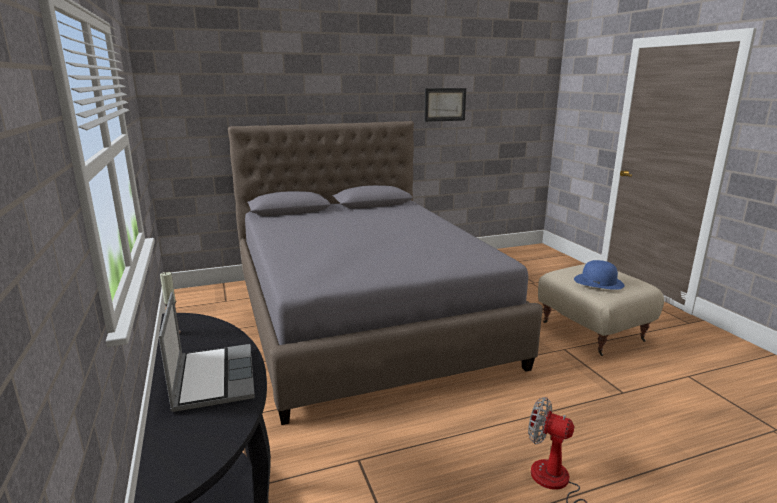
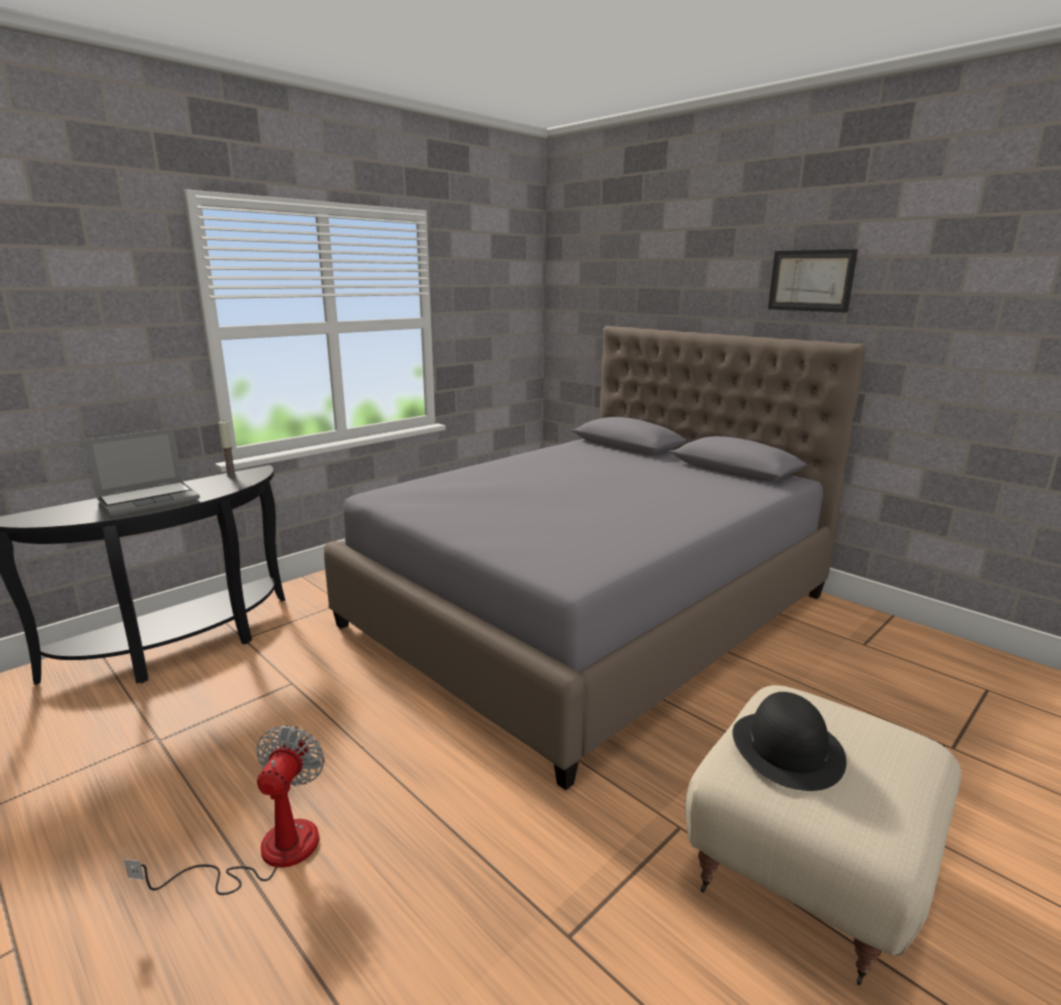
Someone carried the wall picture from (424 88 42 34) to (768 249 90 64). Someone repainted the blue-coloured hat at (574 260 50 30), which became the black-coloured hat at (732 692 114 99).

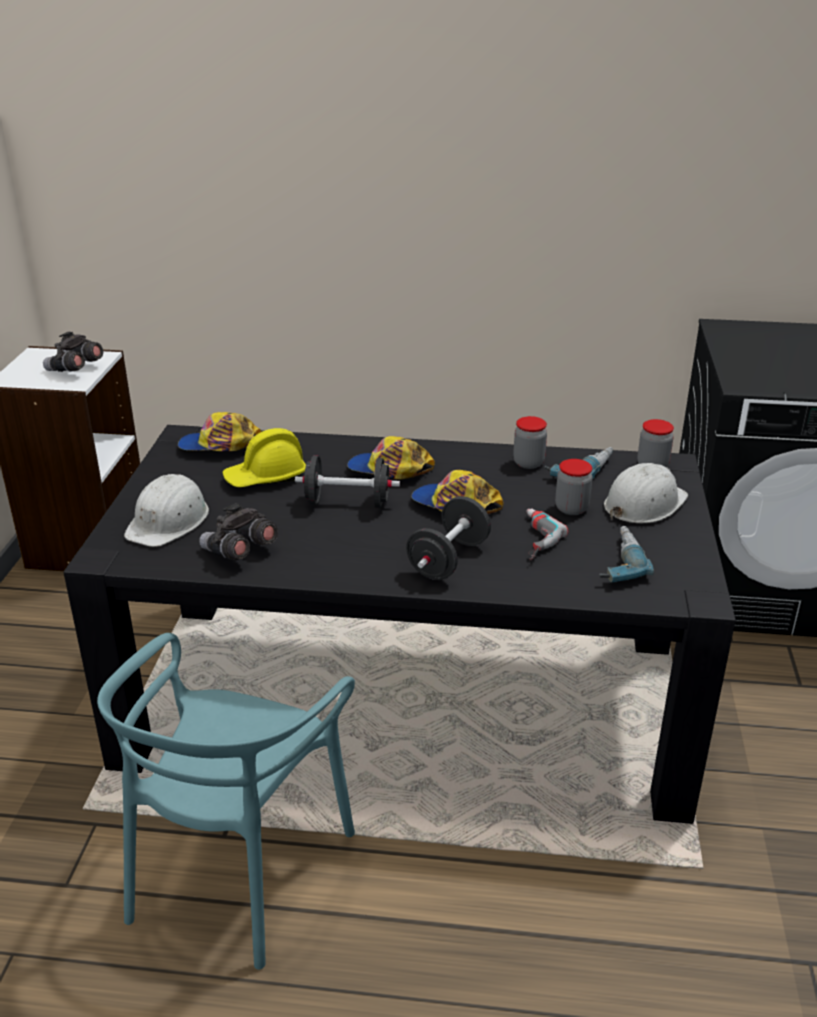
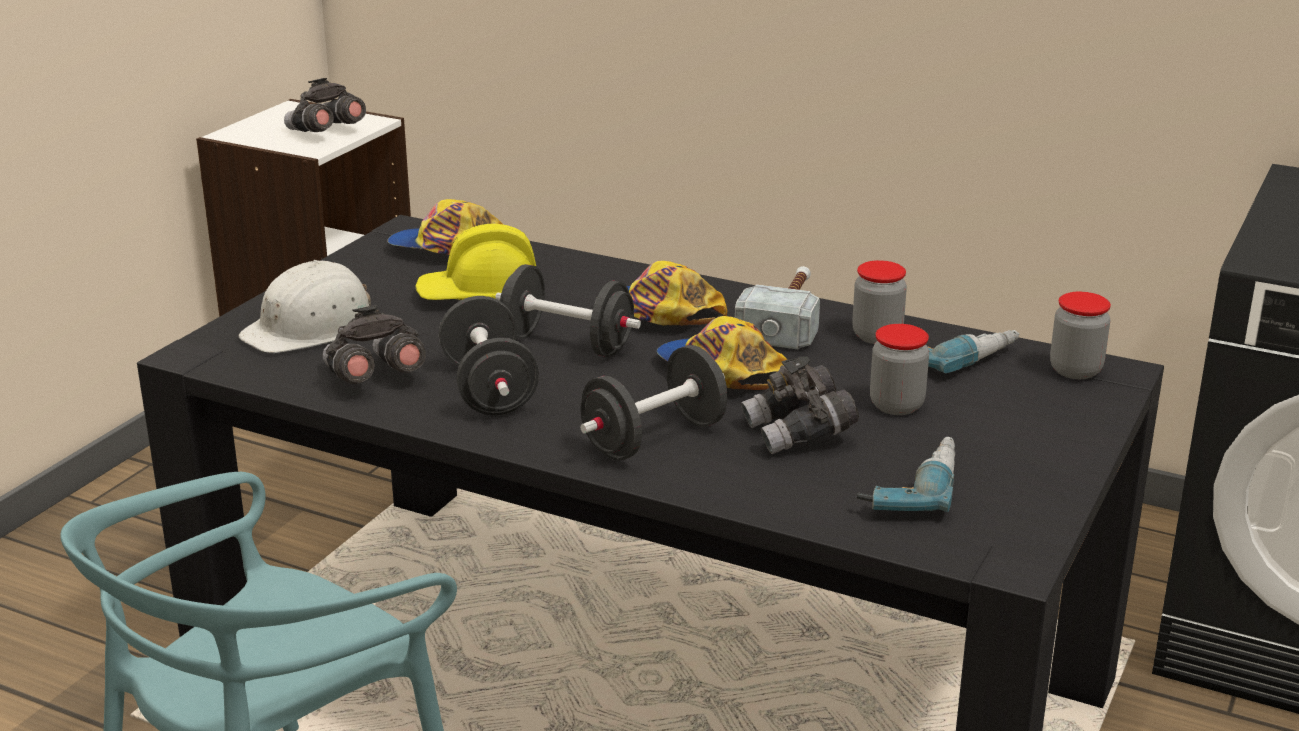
Someone took away the white hard hat at (604 463 84 60). Someone put down the black-coloured hand weight at (439 296 100 119). Someone put down the hammer at (735 266 85 84). Someone swapped the drill at (526 508 42 53) for the grey pair of binoculars at (741 356 118 98).

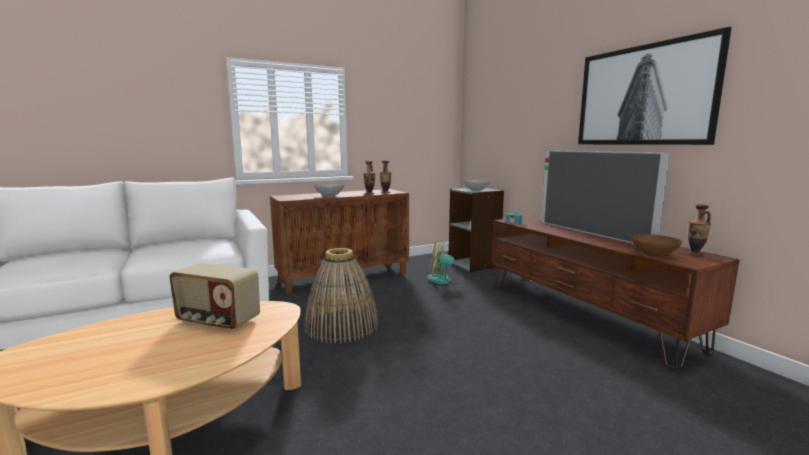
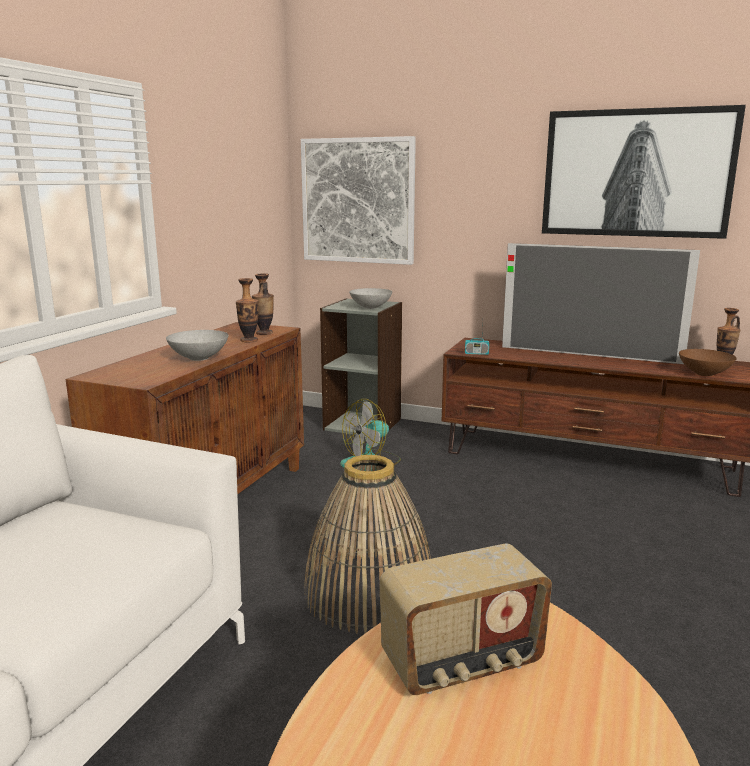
Someone put up the wall picture at (301 136 115 129).

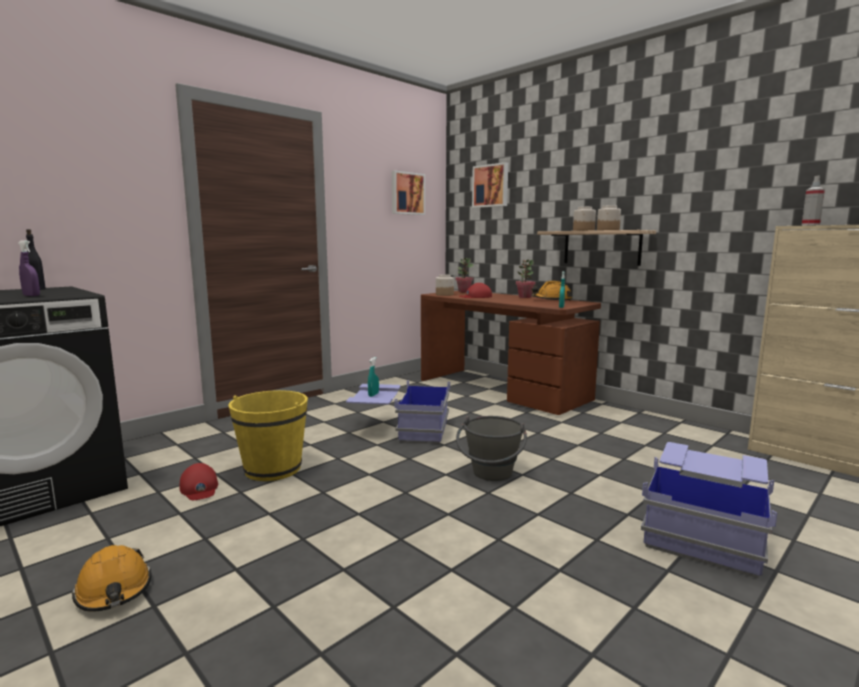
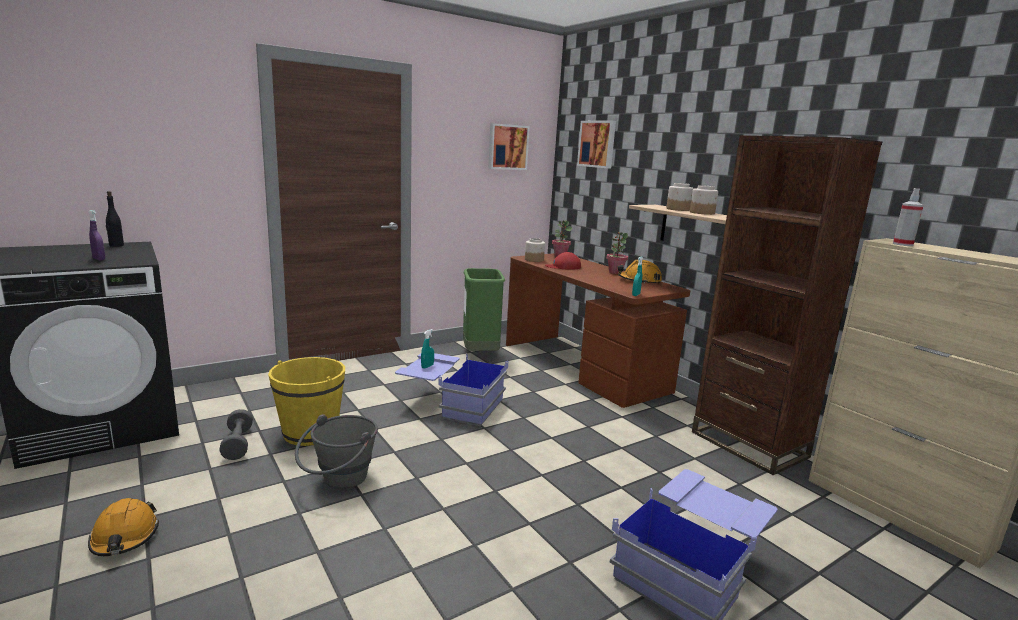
Someone put down the greenish rubbish bin at (463 268 42 87). Someone put down the brownish bookshelf at (692 135 190 340). Someone carried the grey bucket from (456 416 71 65) to (295 414 83 75). Someone swapped the red baseball cap at (180 463 38 37) for the grey hand weight at (219 409 34 51).

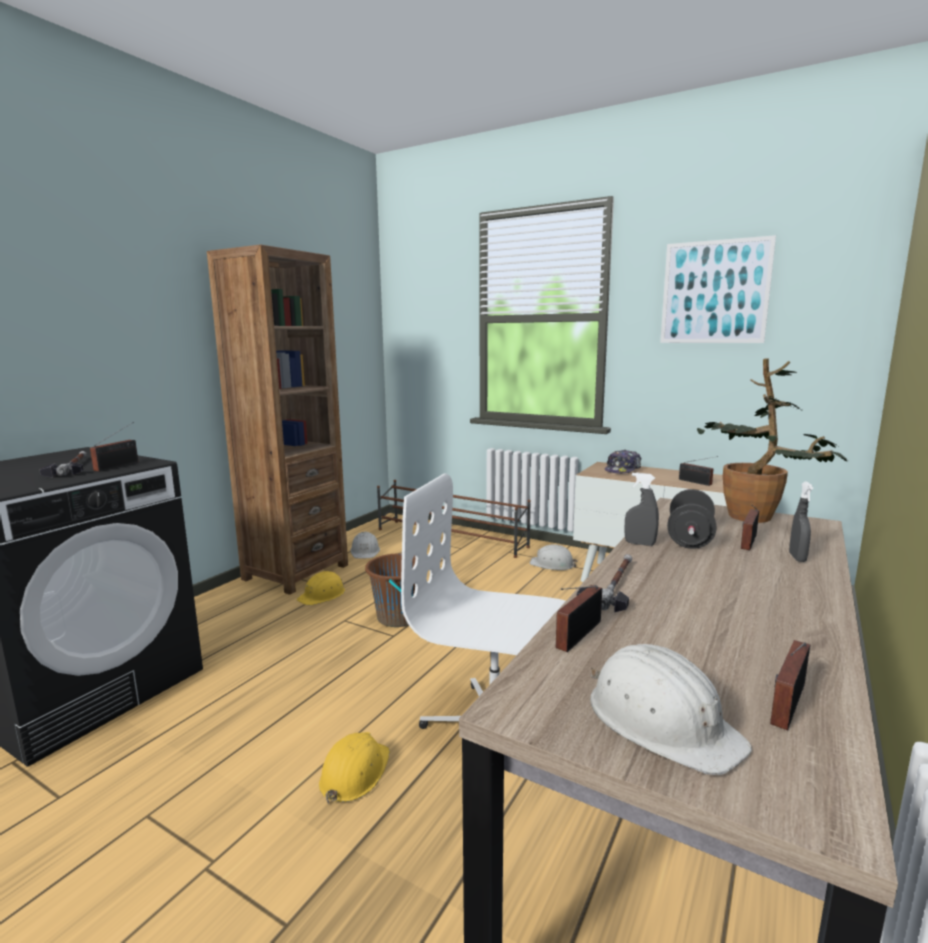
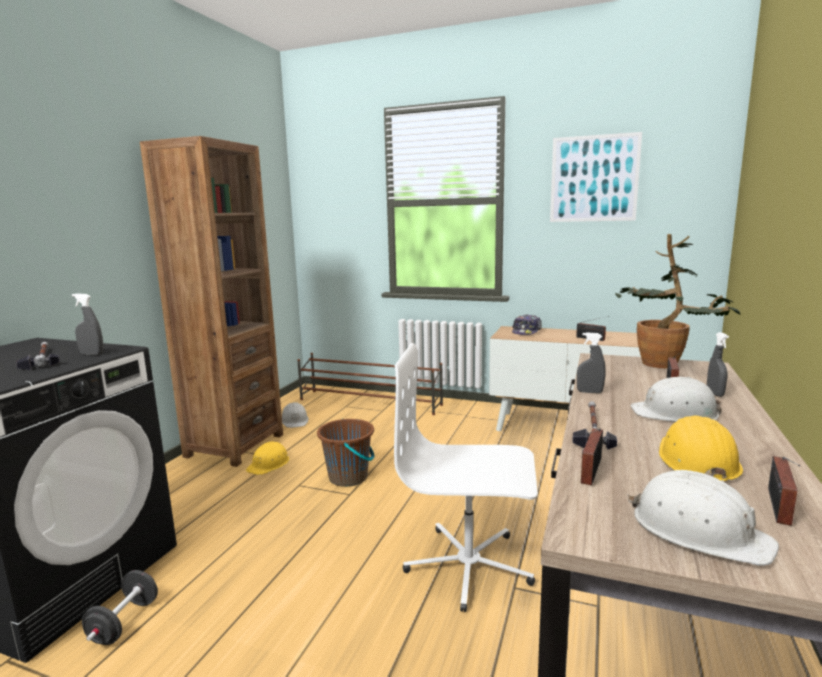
Someone carried the yellow-coloured hard hat from (319 732 71 72) to (659 416 84 65). Someone carried the white hard hat from (530 544 48 26) to (630 377 92 45). Someone carried the black-coloured hand weight from (667 489 49 60) to (82 570 76 75). Someone swapped the radio at (90 422 48 50) for the grey sprayer at (72 294 32 61).

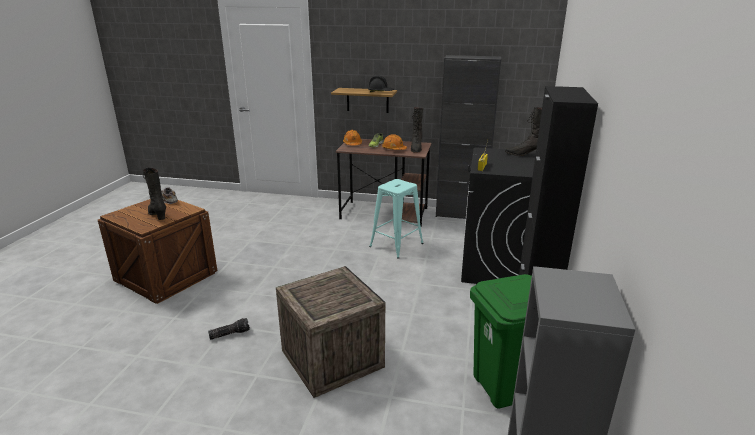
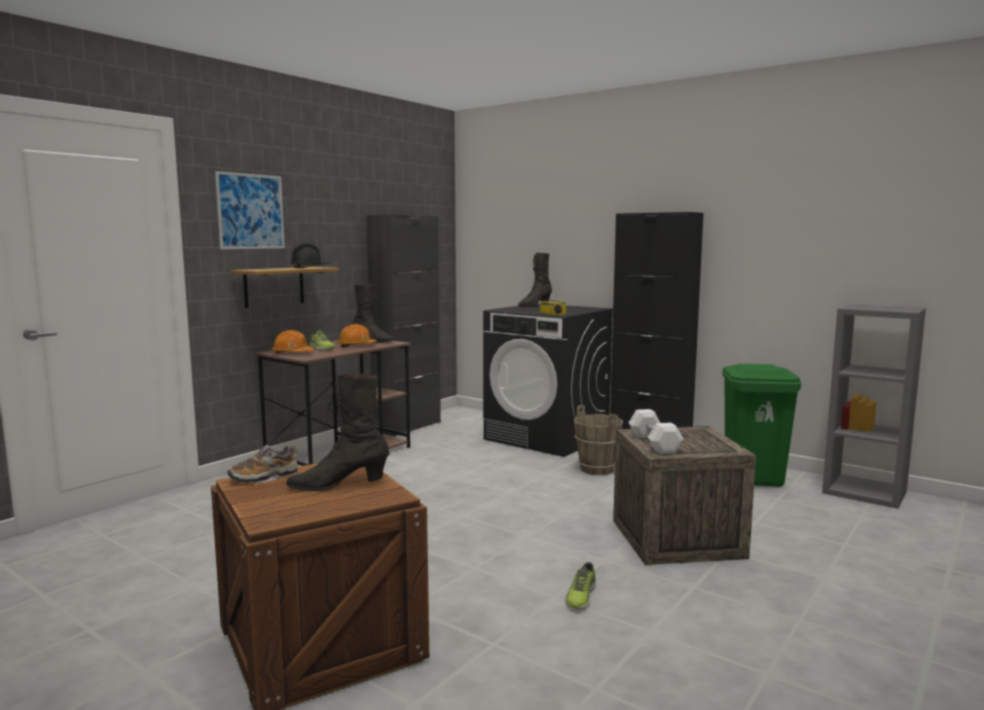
Someone took away the turquoise-coloured stool at (369 179 55 80). Someone put up the wall picture at (215 171 70 78). Someone put down the brownish bucket at (574 405 49 70). Someone put down the white hand weight at (628 409 56 45). Someone swapped the hand torch at (208 318 42 22) for the item of footwear at (565 562 31 47).

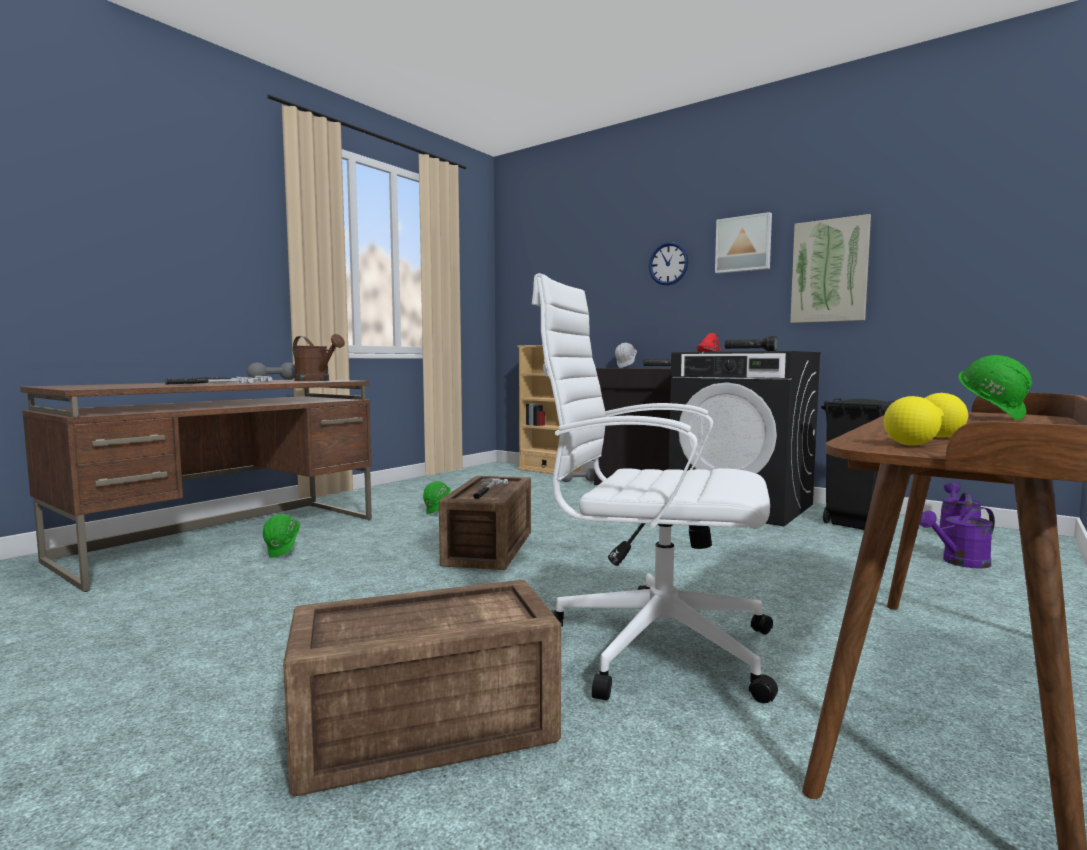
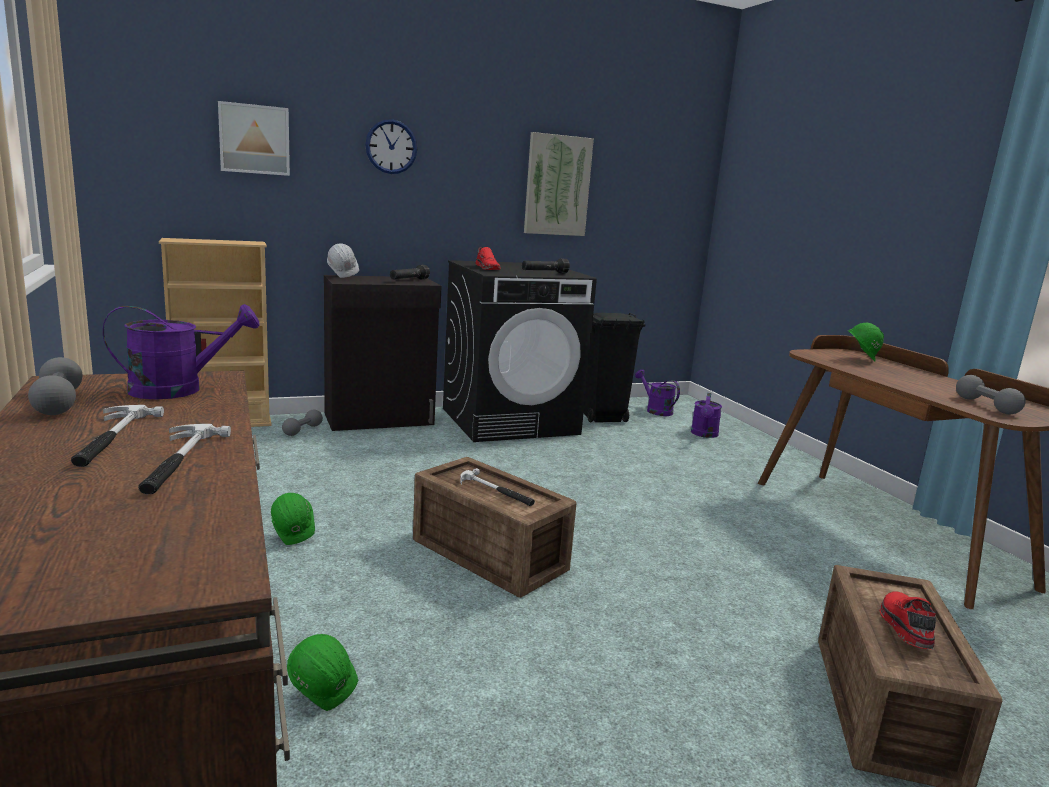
Someone took away the white desk chair at (532 273 246 430). Someone put down the red item of footwear at (880 591 56 59). Someone carried the wall picture from (715 212 57 62) to (218 101 72 75). Someone repainted the brownish watering can at (293 334 52 47), which became the purple-coloured watering can at (103 304 156 95). Someone repainted the yellow-coloured hand weight at (883 393 85 53), which became the grey hand weight at (956 375 70 39).

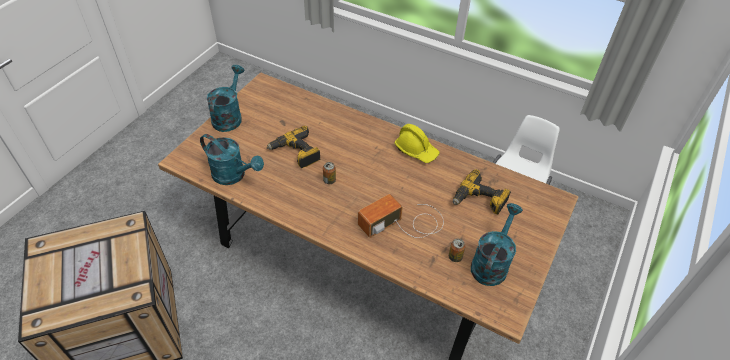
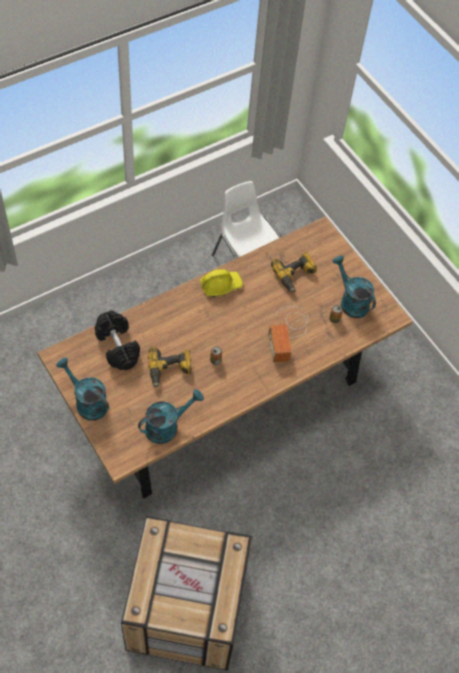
Someone put down the black-coloured hand weight at (95 310 45 60).

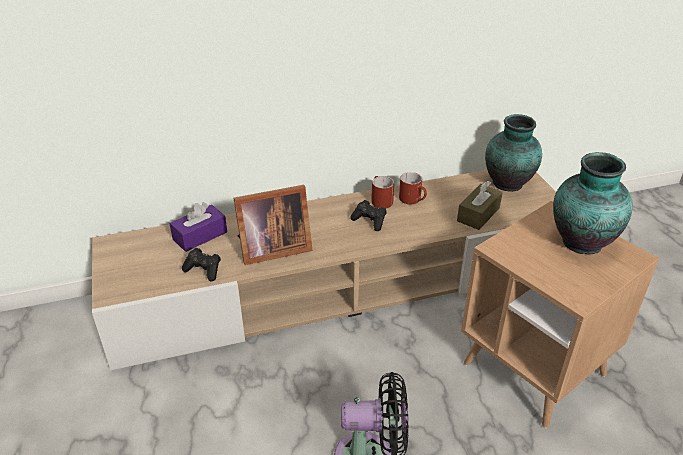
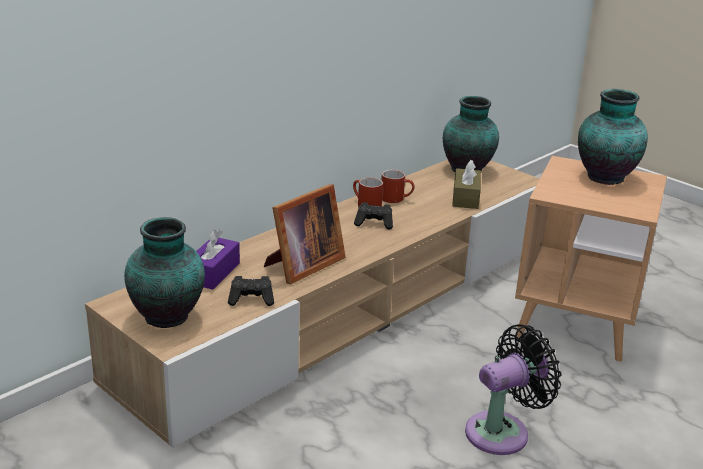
Someone put down the flower vase at (124 217 81 111).

